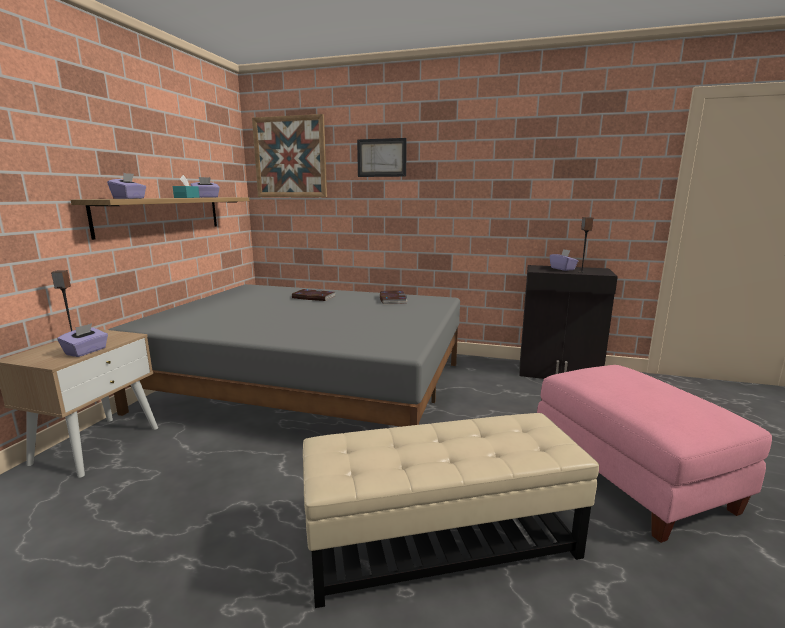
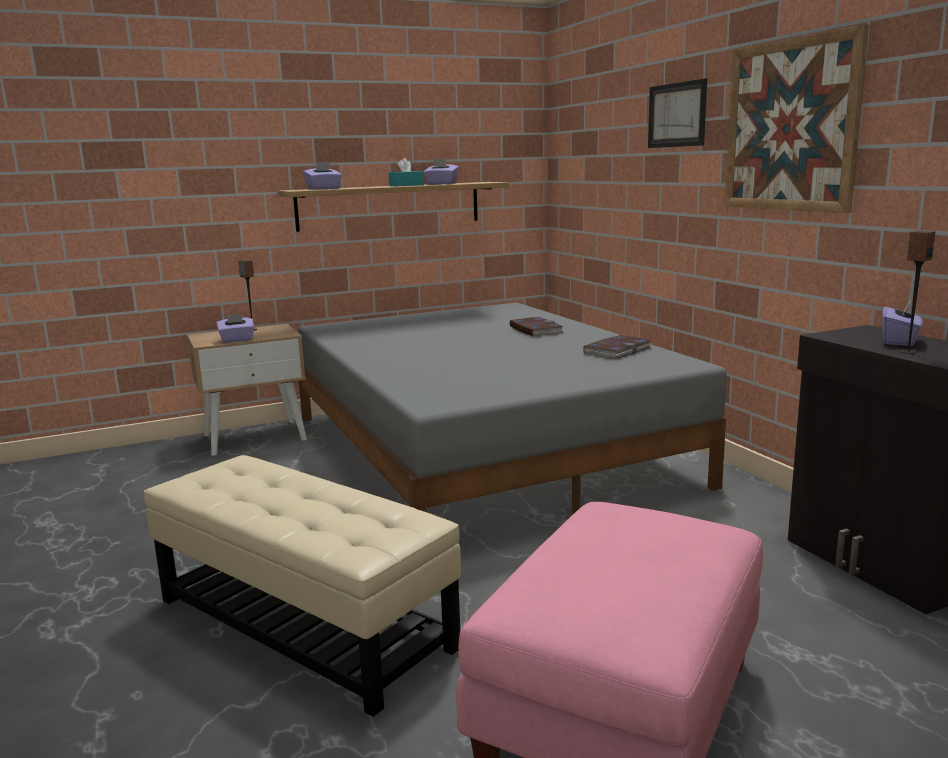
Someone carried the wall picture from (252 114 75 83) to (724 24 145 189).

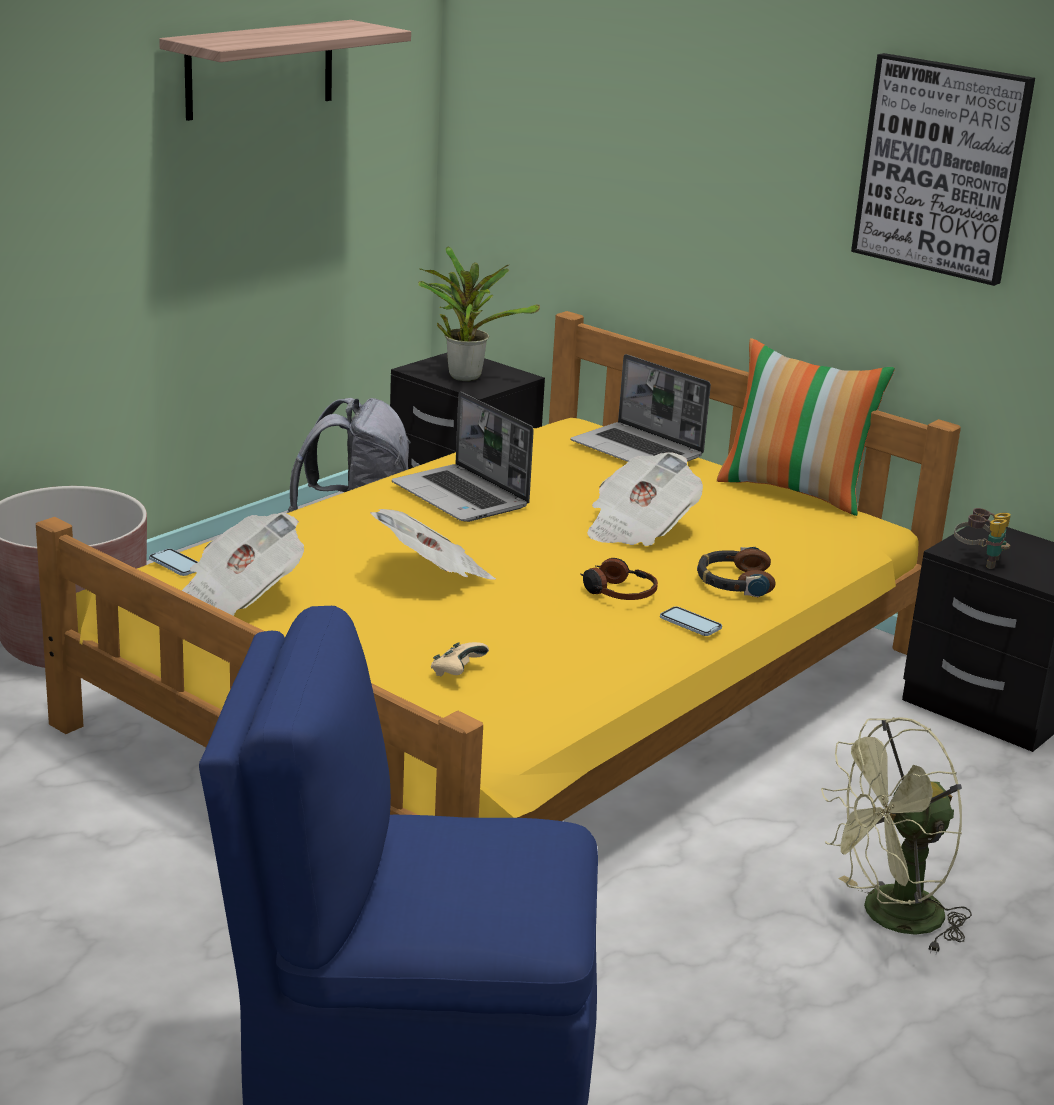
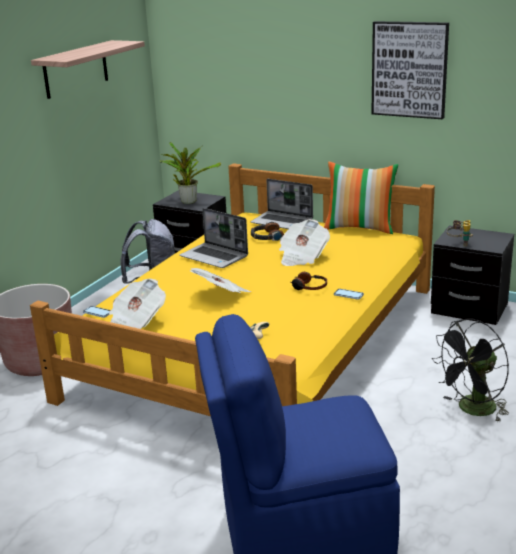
Someone carried the headset from (697 547 79 51) to (251 222 33 19). Someone repainted the greenish cooling fan at (821 717 151 237), which became the black-coloured cooling fan at (432 318 77 104).

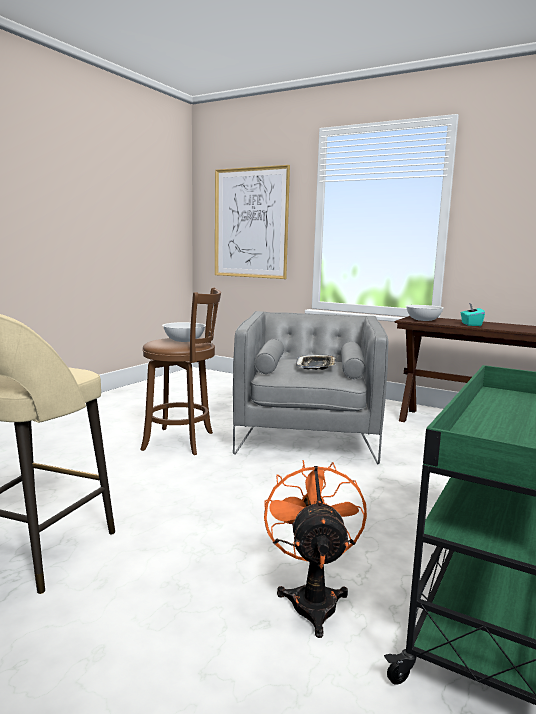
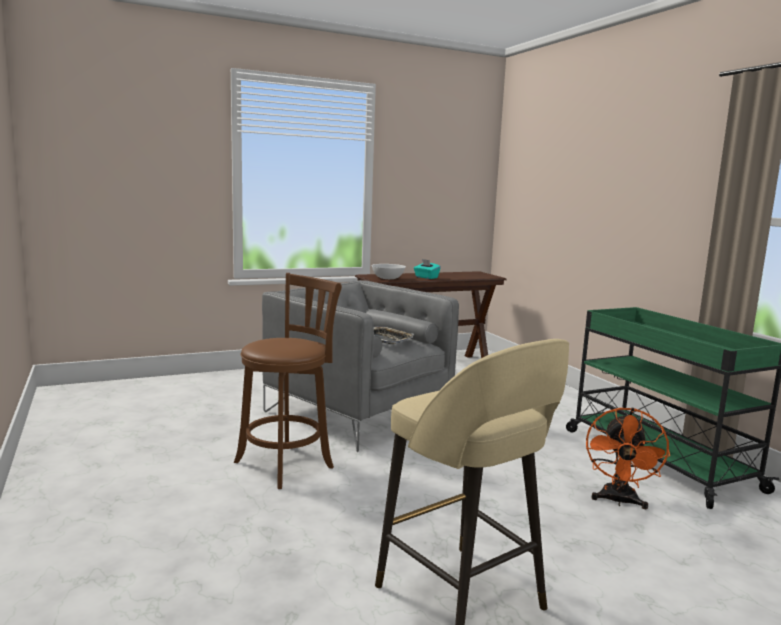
Someone took away the white serving bowl at (162 322 44 20). Someone took away the wall picture at (215 165 75 114). Someone rotated the orangey cooling fan at (264 460 103 178) by 105 degrees counterclockwise.

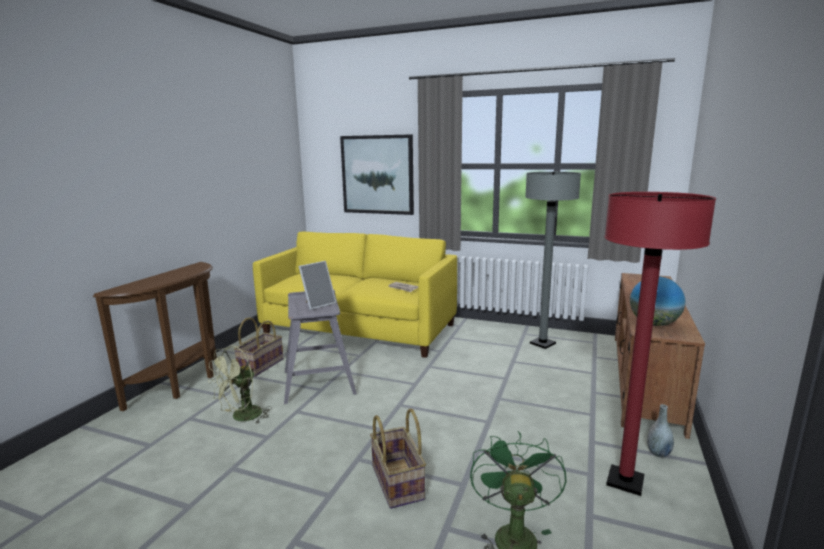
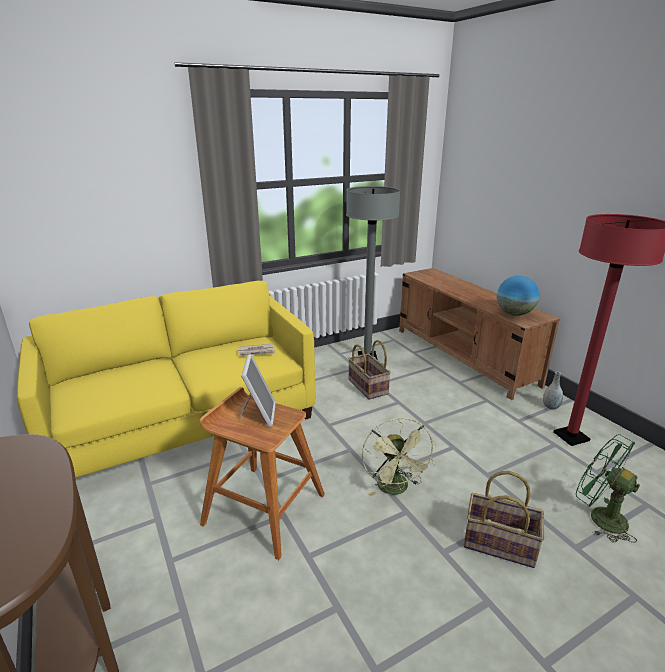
Someone took away the wall picture at (340 134 74 81). Someone carried the greenish cooling fan from (208 345 64 79) to (362 418 74 79). Someone carried the basket from (234 317 50 60) to (348 340 43 60). Someone repainted the grey stool at (284 289 73 115), which became the brownish stool at (199 387 126 173).

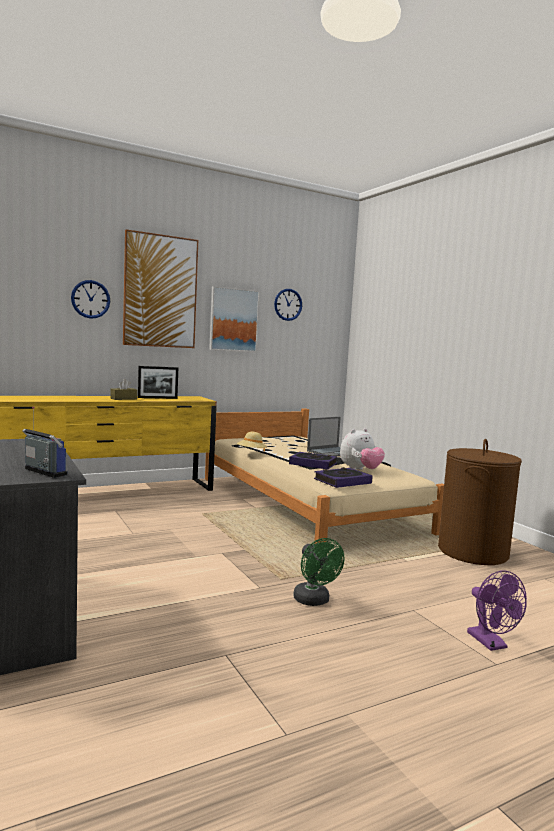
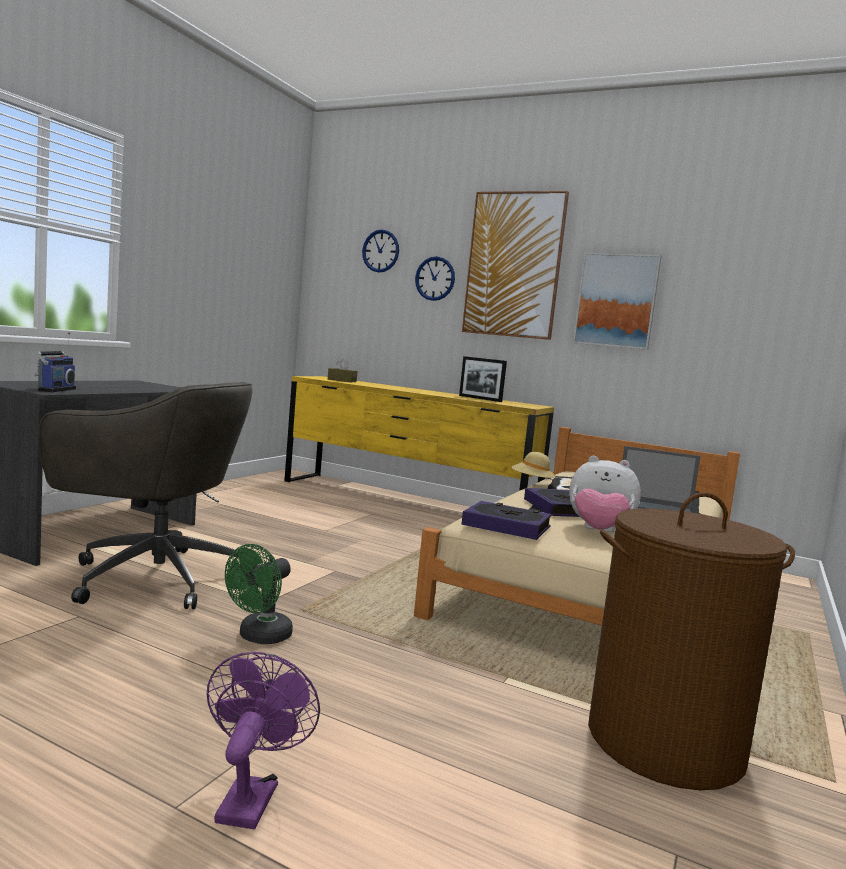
Someone put down the grey desk chair at (38 382 215 227). Someone carried the brownish tissue holder from (110 379 27 21) to (328 359 30 23). Someone carried the clock on the wall from (274 289 28 32) to (362 229 37 44). Someone rotated the purple-coloured cooling fan at (467 570 60 81) by 150 degrees clockwise.

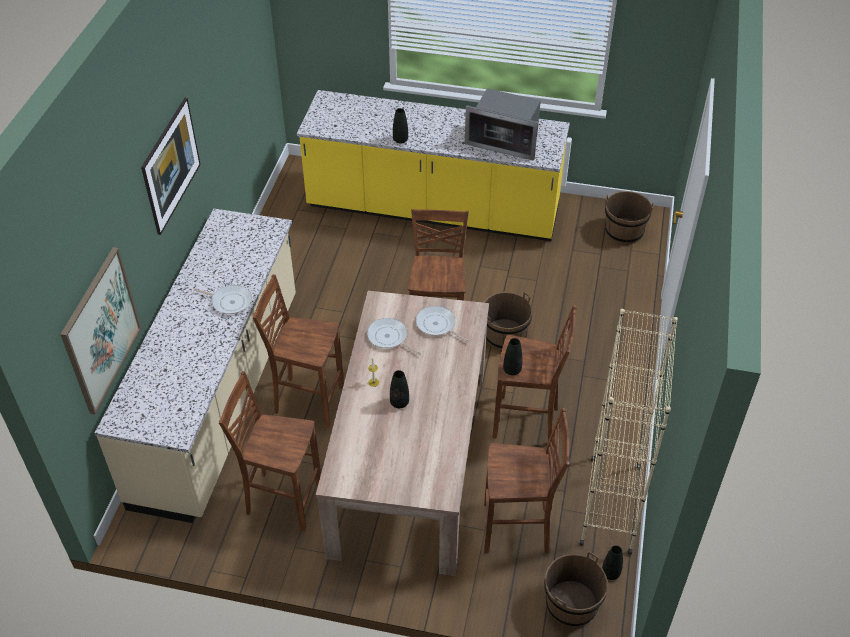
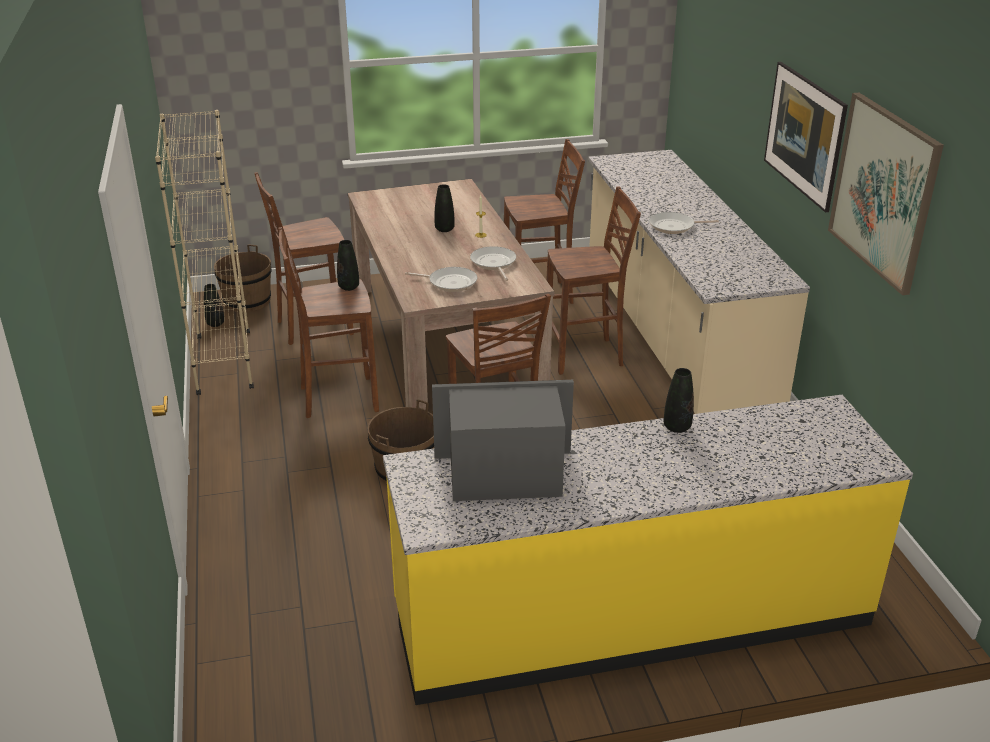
Someone took away the brownish bucket at (605 191 49 53). Someone carried the wall picture from (60 247 82 168) to (828 93 116 202). Someone rotated the frying pan at (367 318 54 37) by 120 degrees counterclockwise.

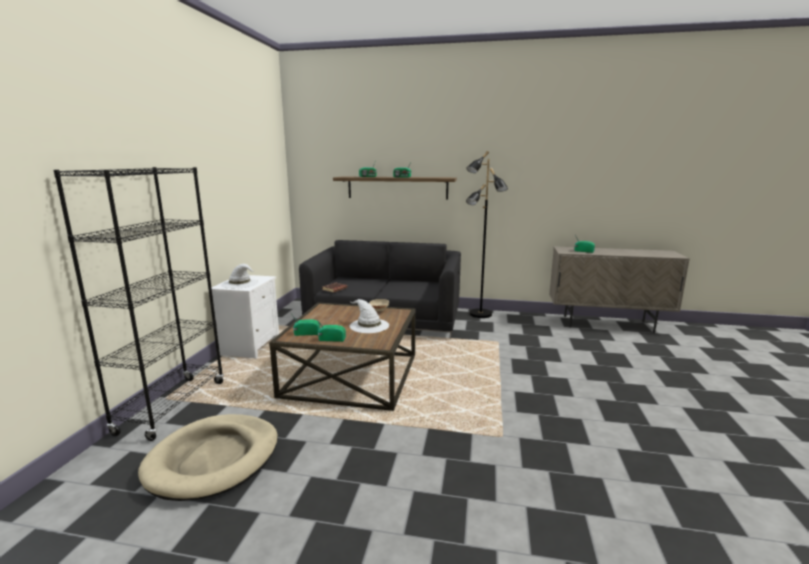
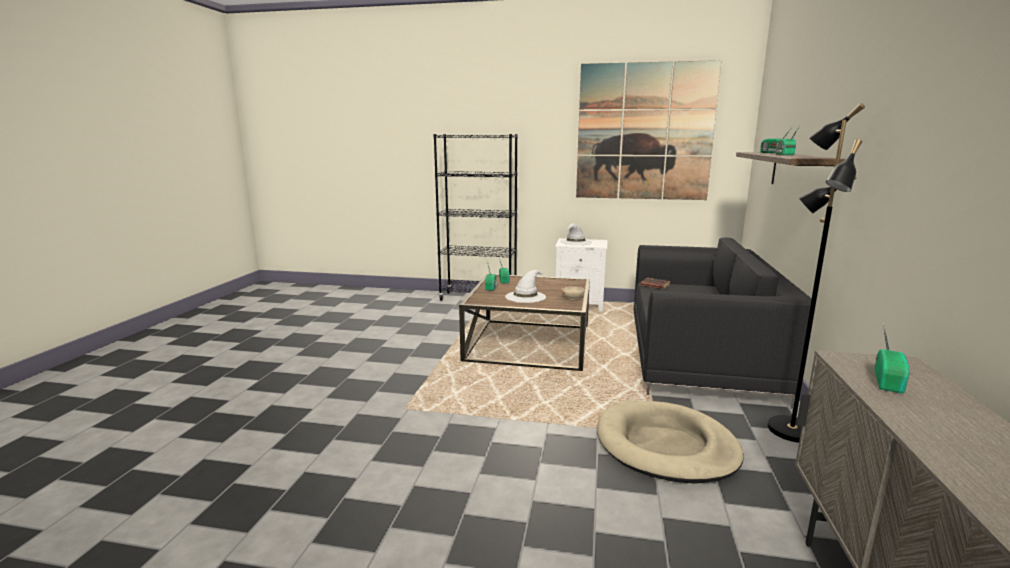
Someone put up the wall picture at (576 60 146 140). Someone carried the sand-coloured dog cushion from (138 414 140 87) to (597 401 147 82).

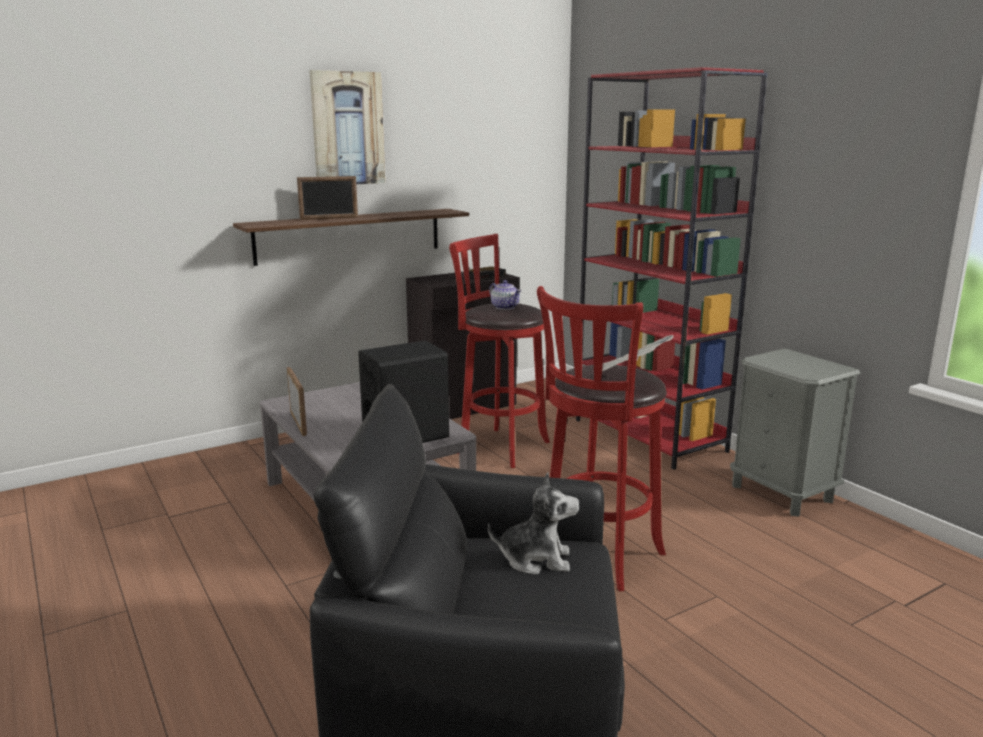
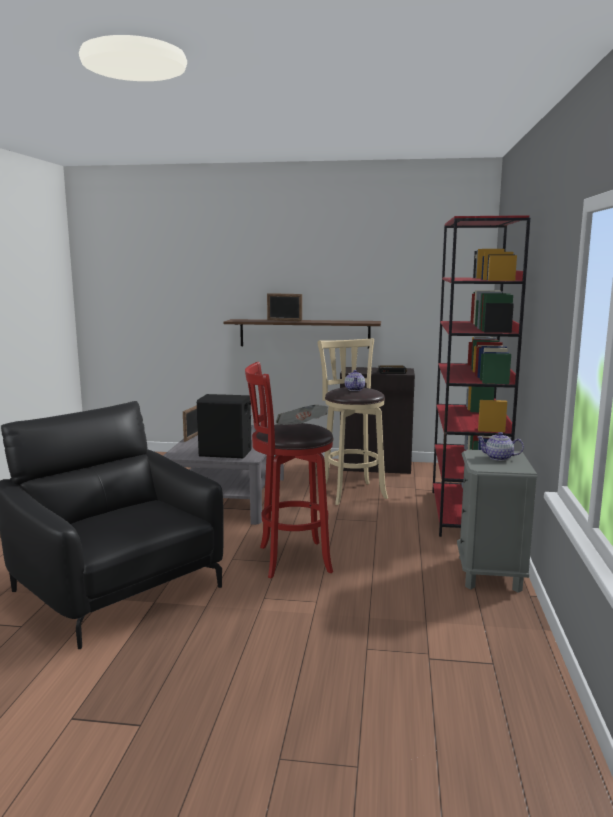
Someone took away the wall picture at (309 70 76 114). Someone took away the soft toy at (488 472 92 102). Someone put down the pot for tea at (477 432 47 29). Someone repainted the red stool at (449 234 101 234), which became the sand-coloured stool at (317 338 71 167).

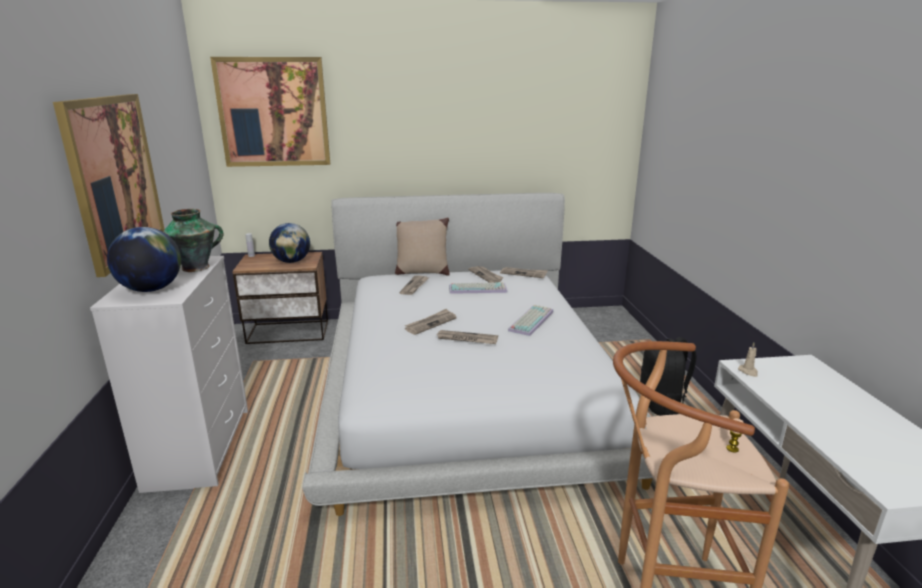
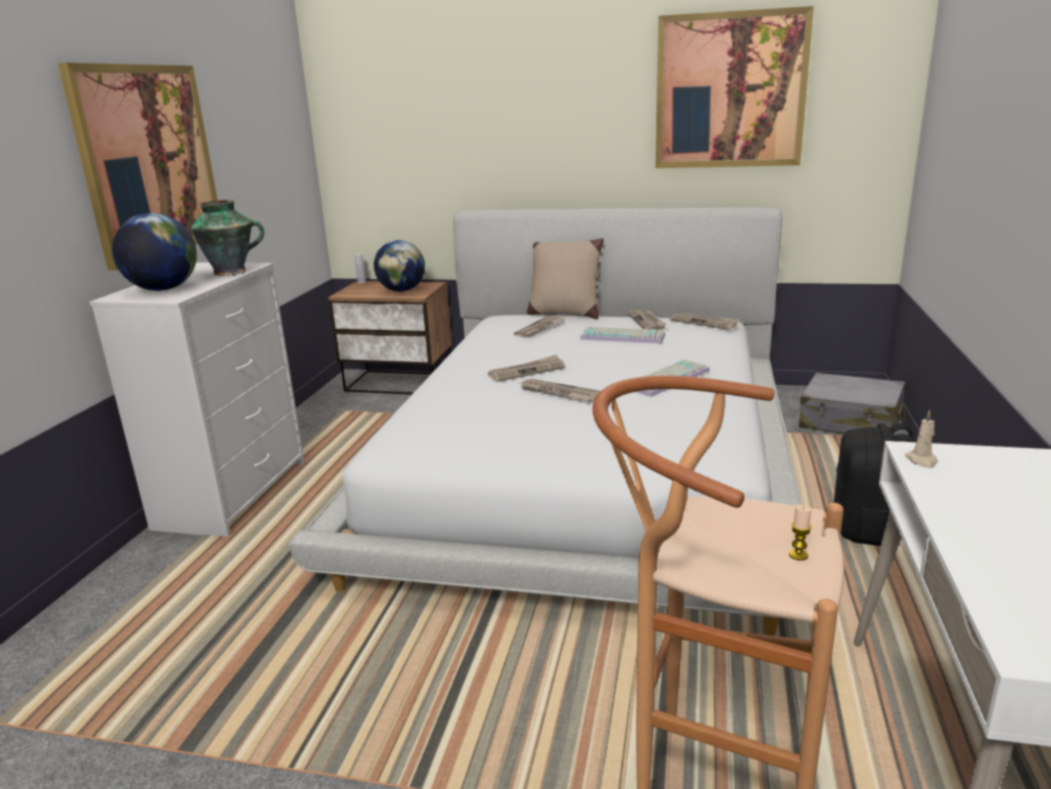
Someone put down the grey piece of luggage at (799 373 107 63). Someone carried the wall picture from (210 57 120 110) to (656 6 158 162).

